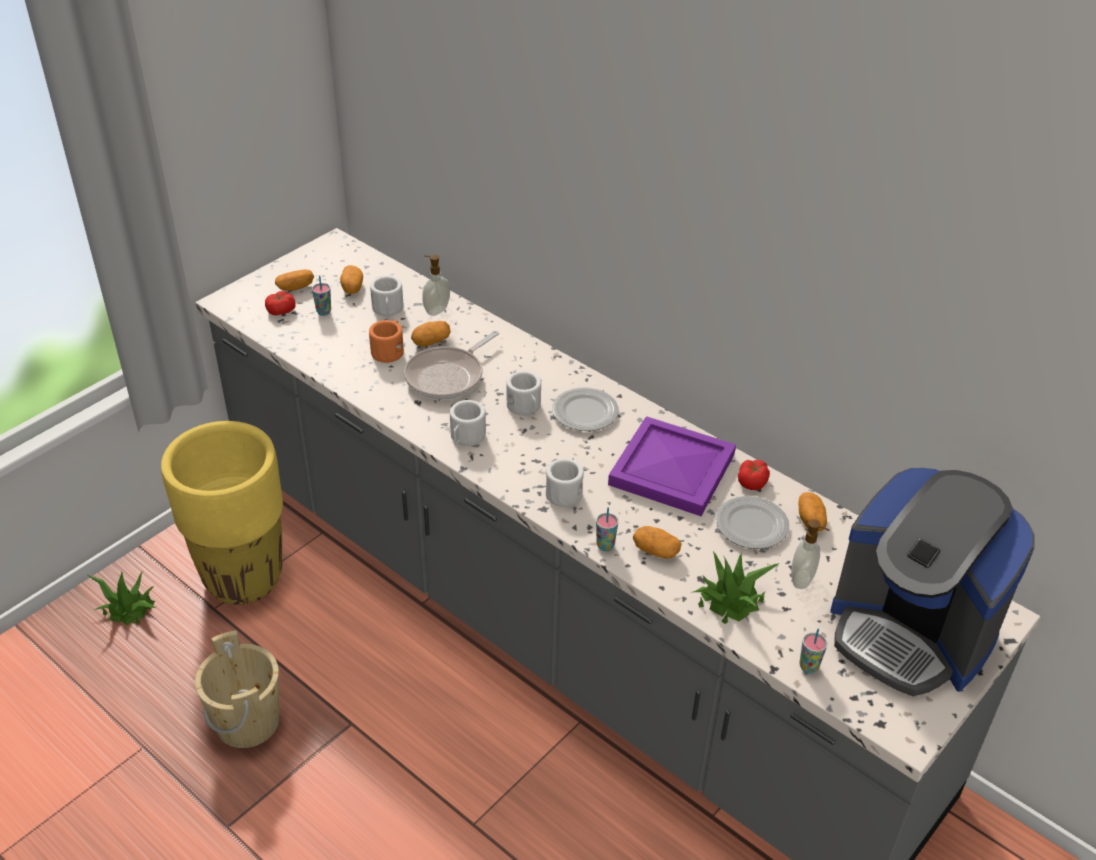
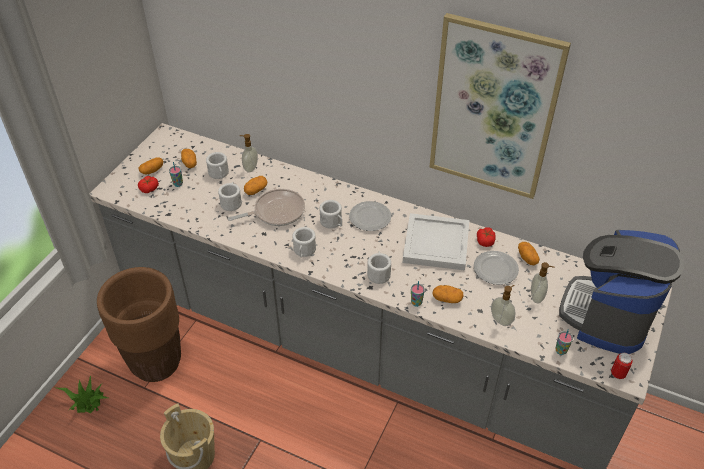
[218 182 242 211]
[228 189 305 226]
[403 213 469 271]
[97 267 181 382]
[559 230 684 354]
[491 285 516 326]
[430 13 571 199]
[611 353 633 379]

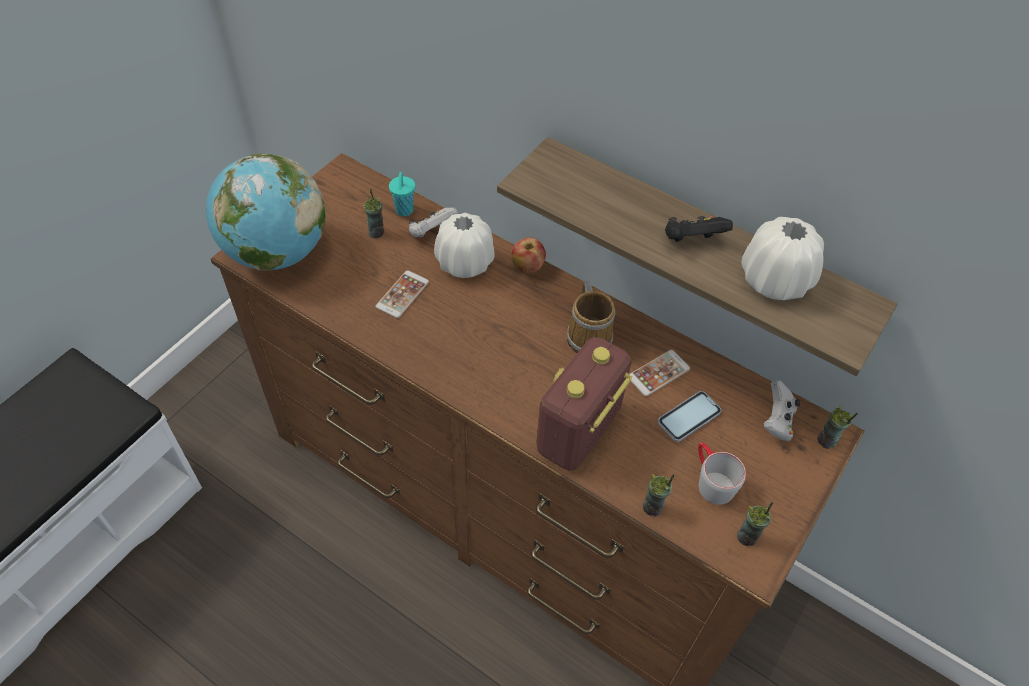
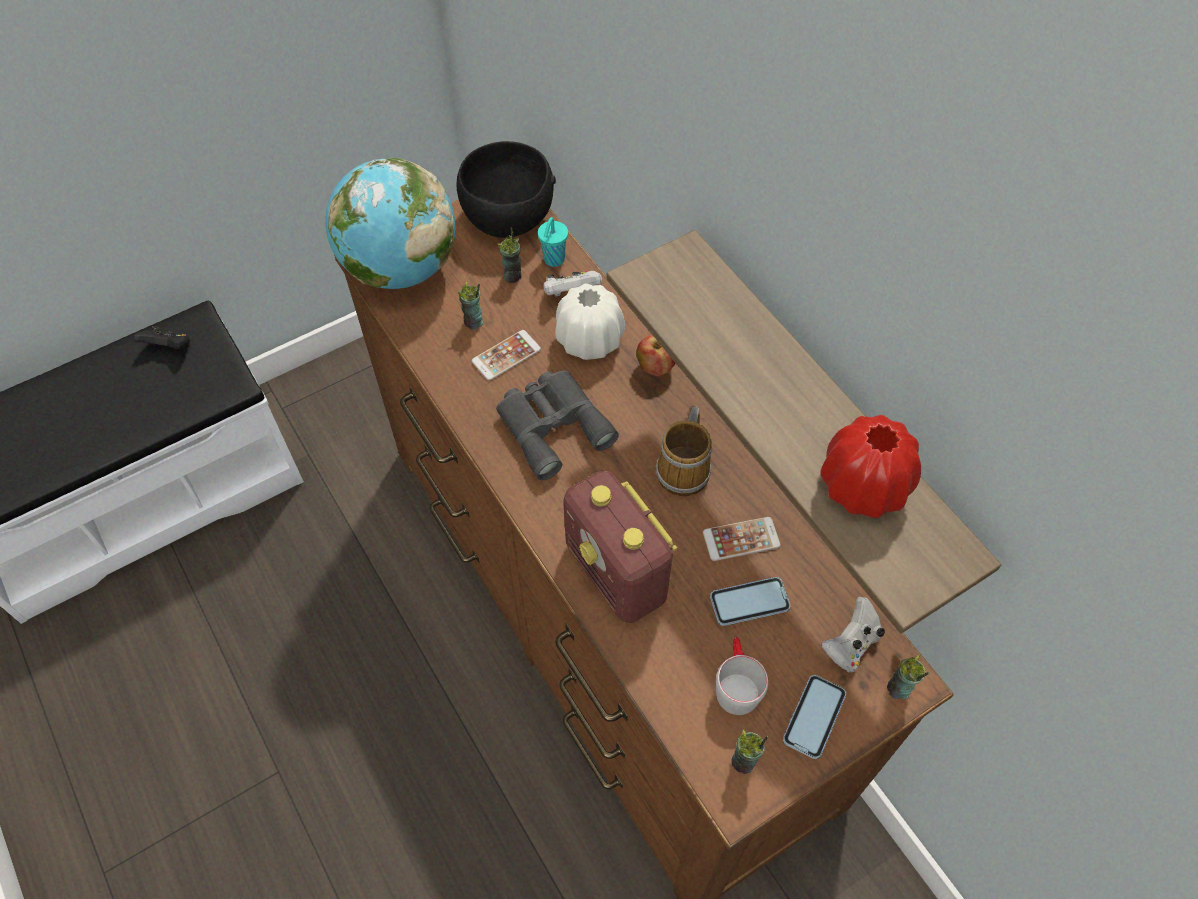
[134 326 191 350]
[821 415 921 518]
[563 470 678 623]
[457 281 484 330]
[456 141 556 238]
[496 370 619 480]
[783 675 846 759]

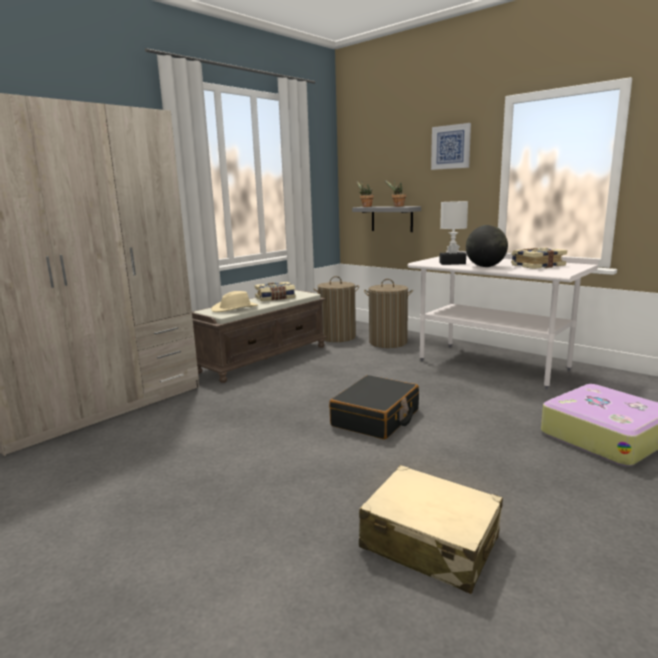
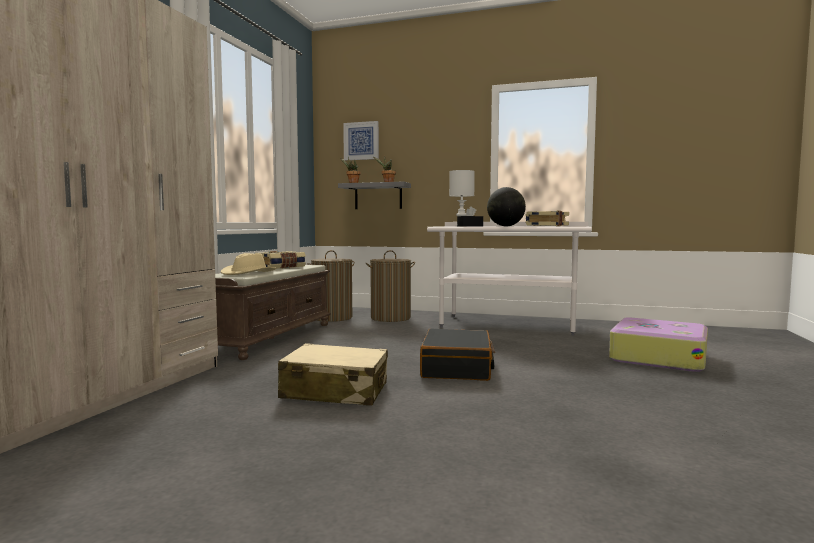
[343 121 379 160]
[278 343 388 406]

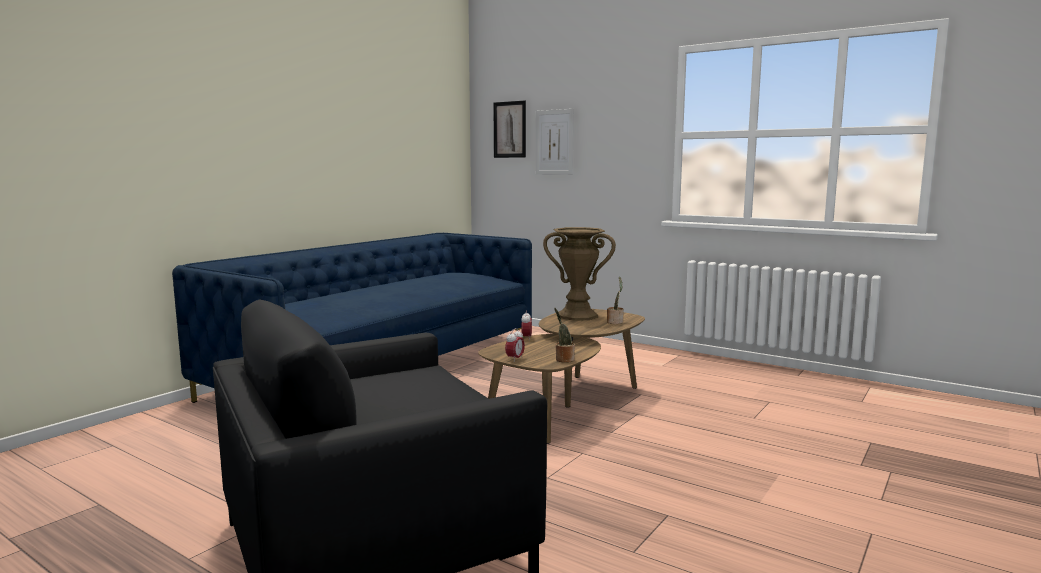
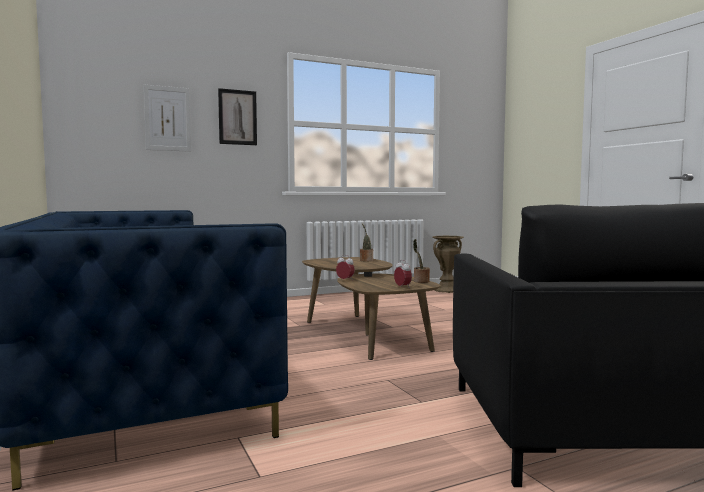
[218 88 257 145]
[432 236 464 293]

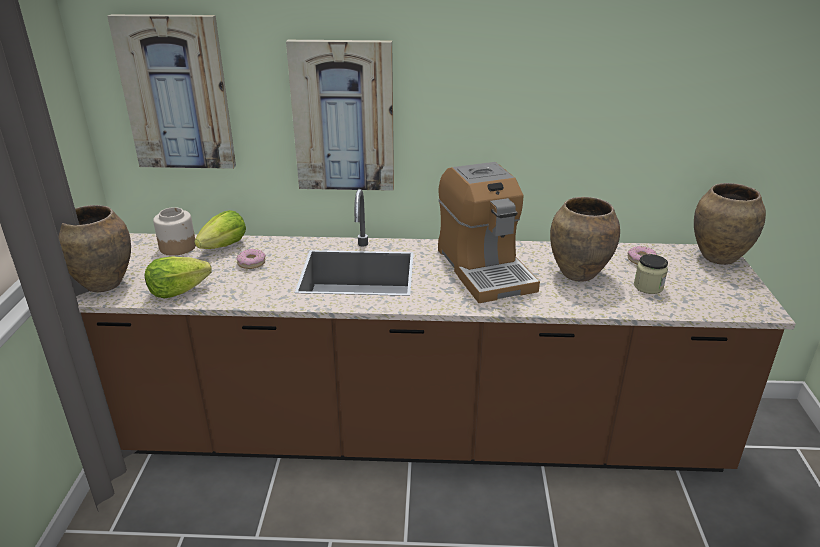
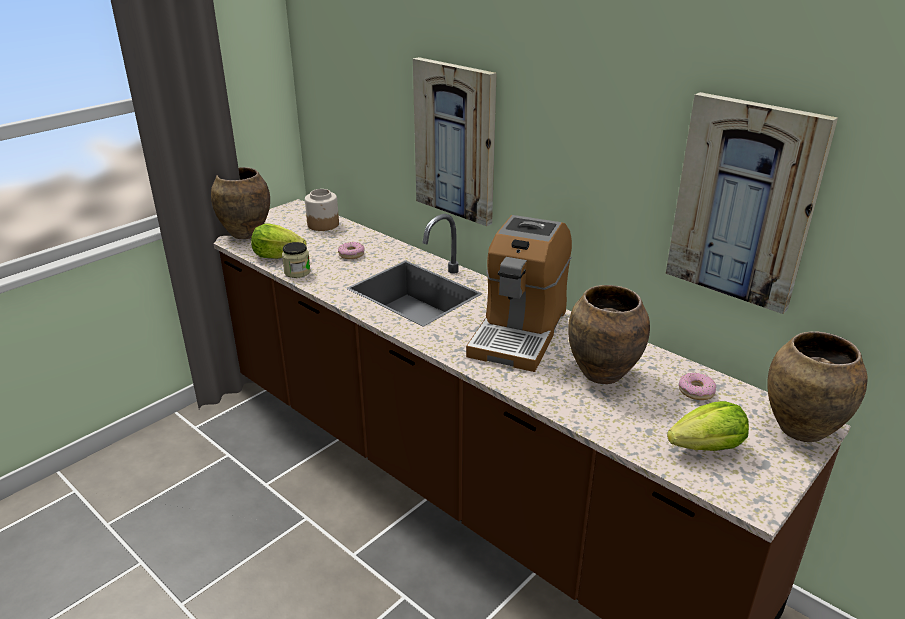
[666 92 838 314]
[667 401 749 451]
[282 242 311 278]

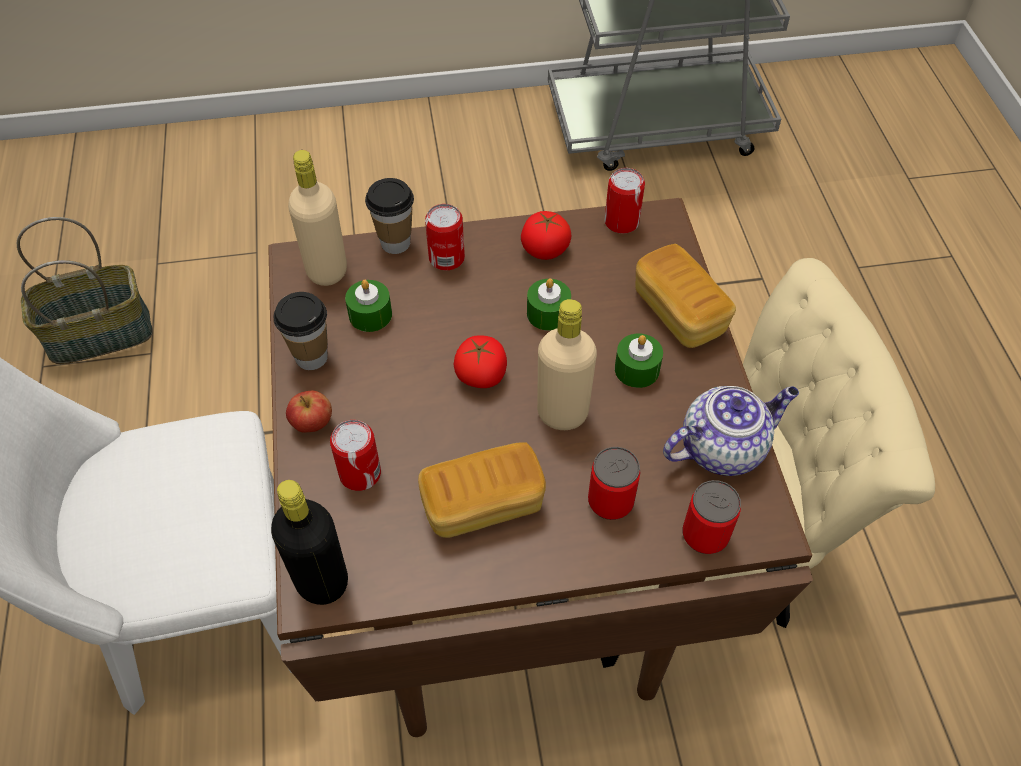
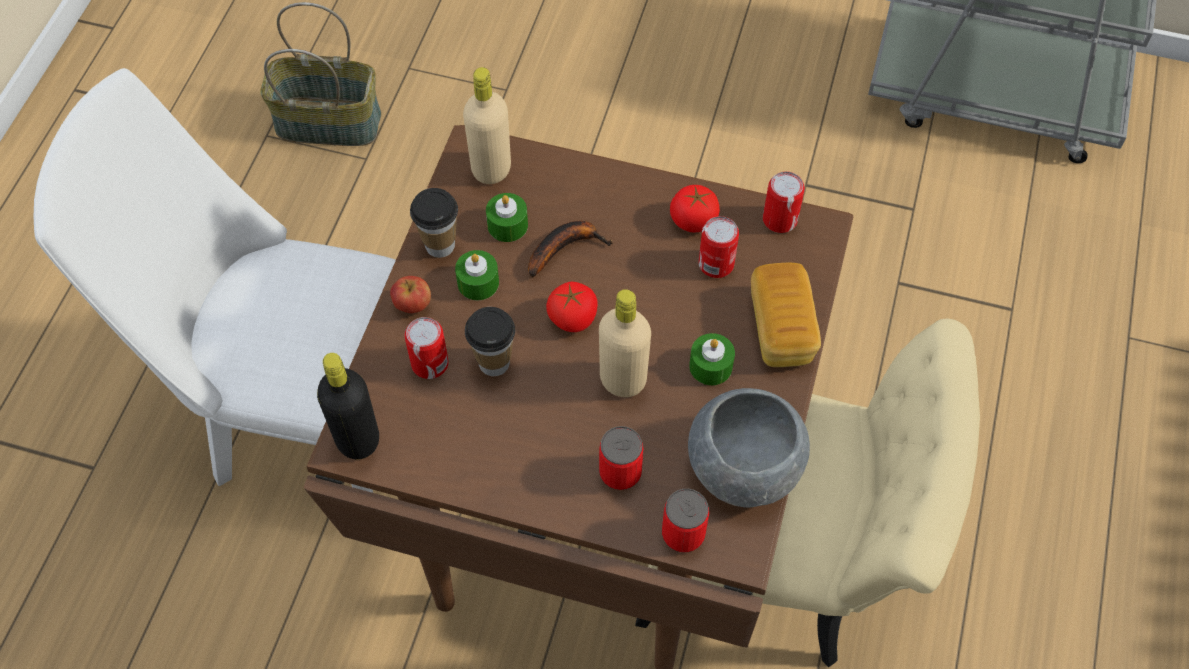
[465 307 515 376]
[698 216 739 278]
[455 250 499 301]
[688 388 810 508]
[418 442 546 538] (first image)
[528 221 613 278]

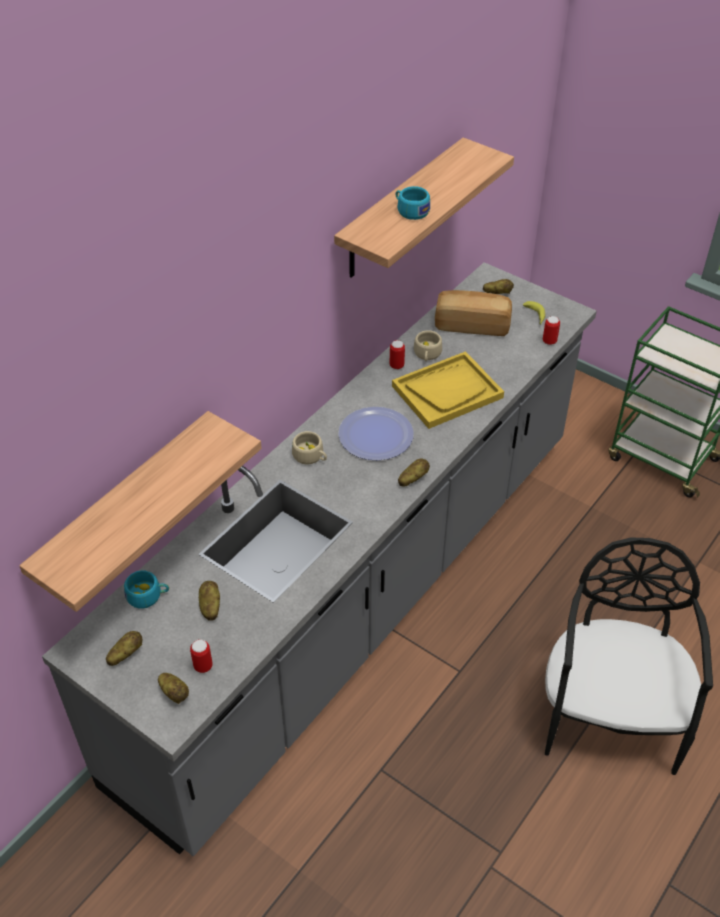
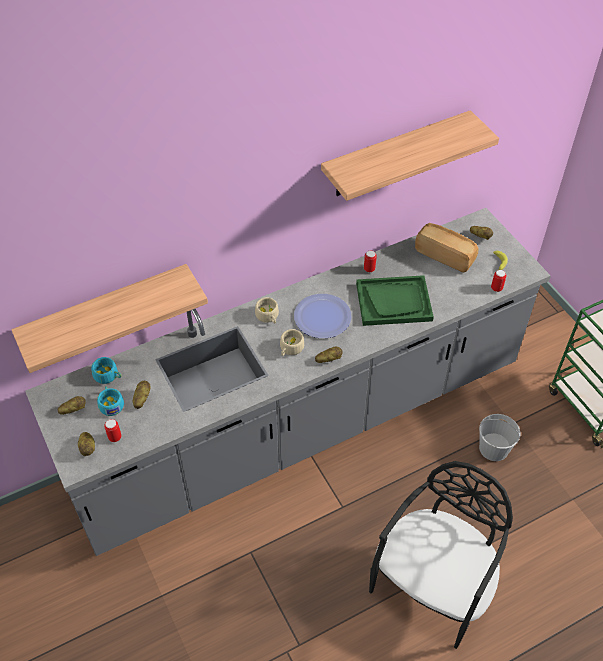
[97 386 124 416]
[280 329 304 356]
[356 275 434 326]
[479 414 521 461]

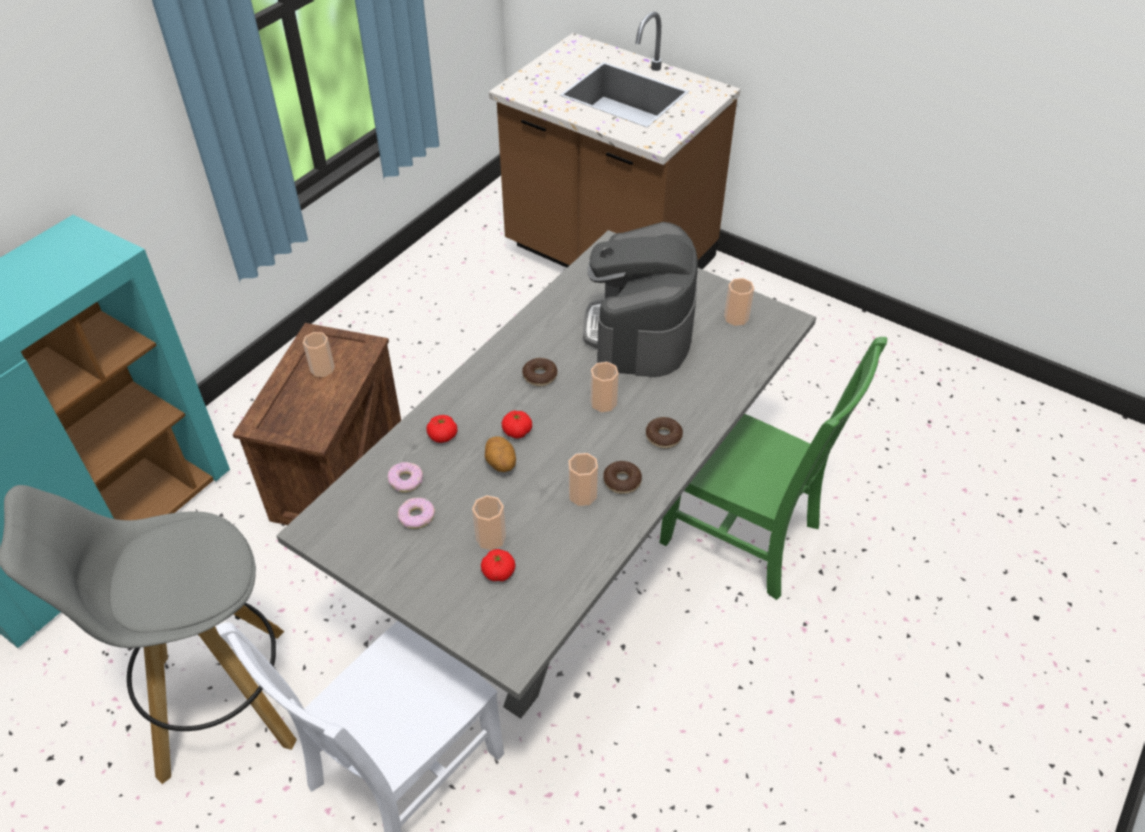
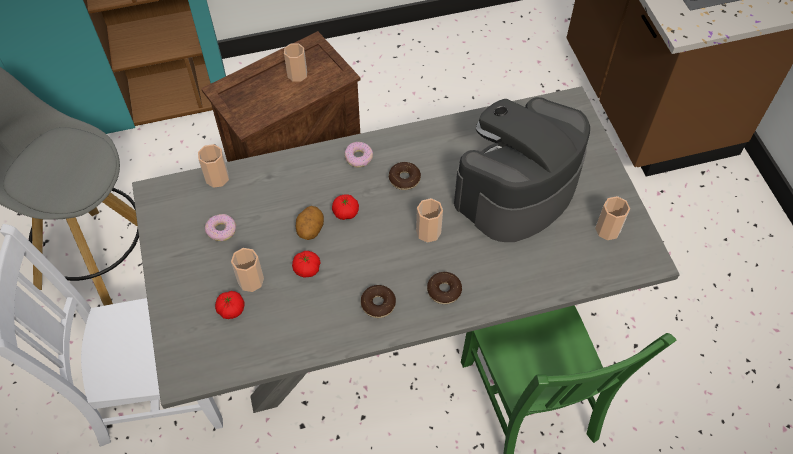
[292 251 321 278]
[198 144 229 188]
[345 142 373 167]

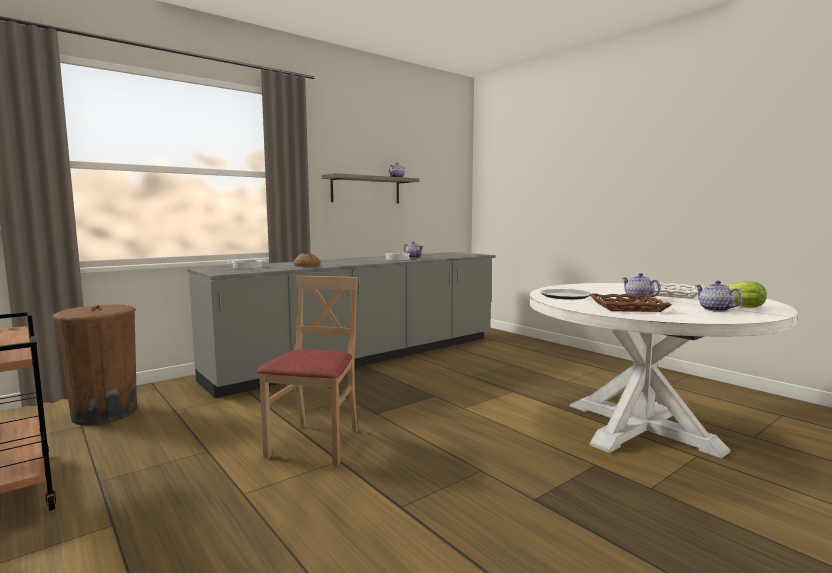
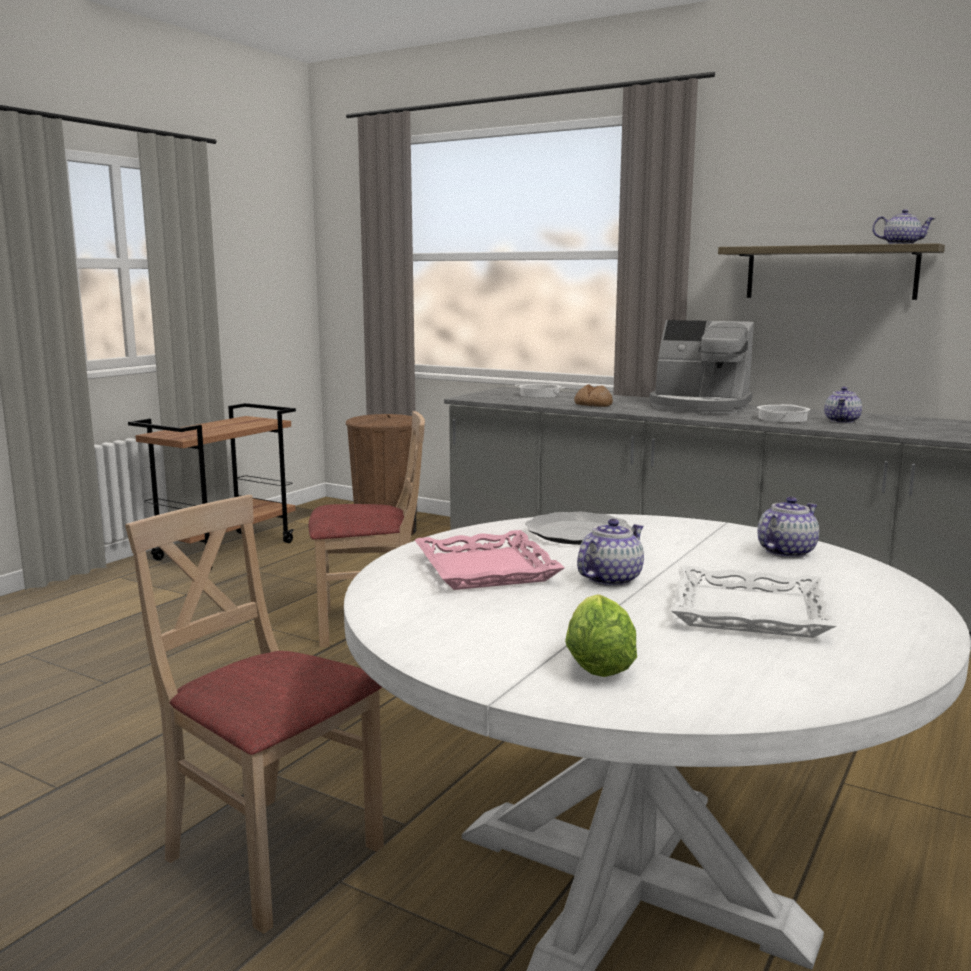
[758 497 819 558]
[415 530 565 590]
[649 320 754 414]
[125 495 384 934]

